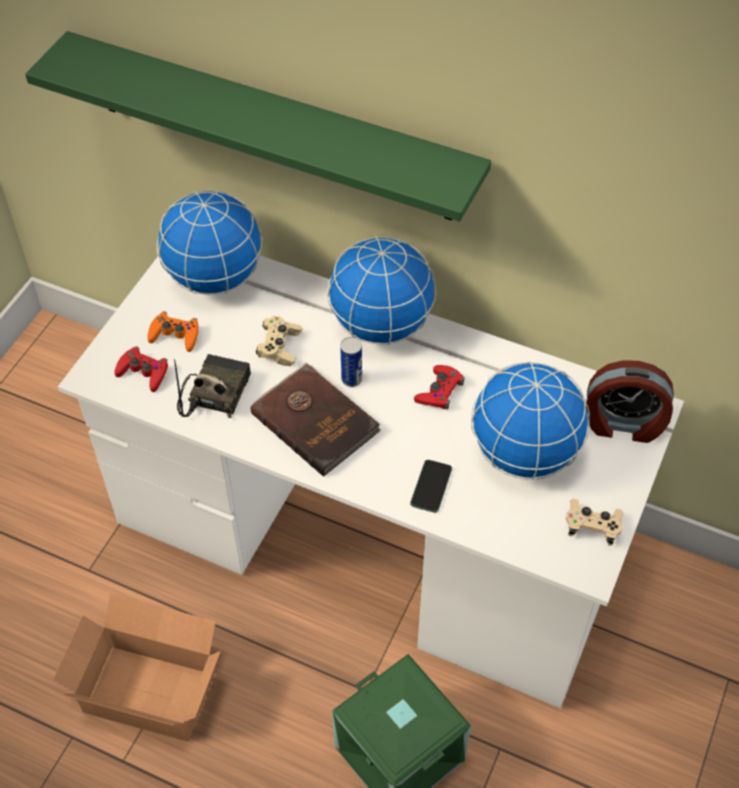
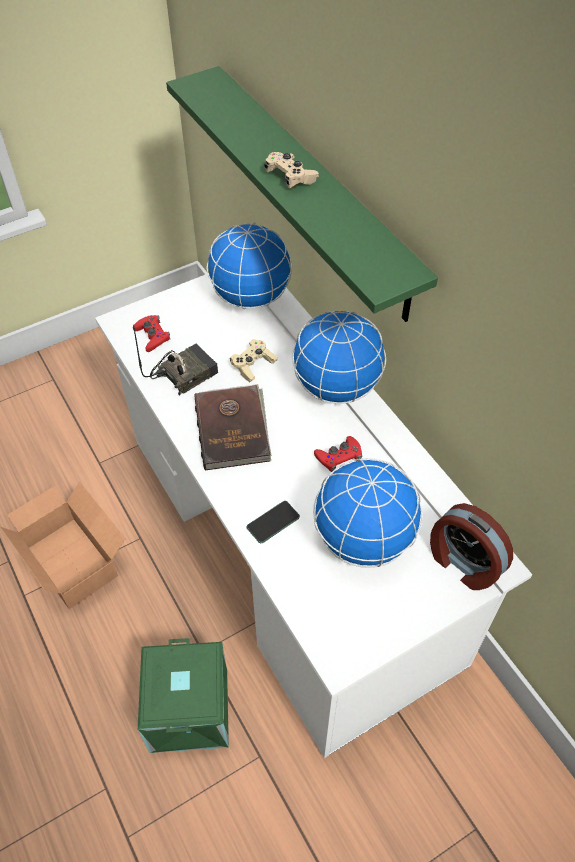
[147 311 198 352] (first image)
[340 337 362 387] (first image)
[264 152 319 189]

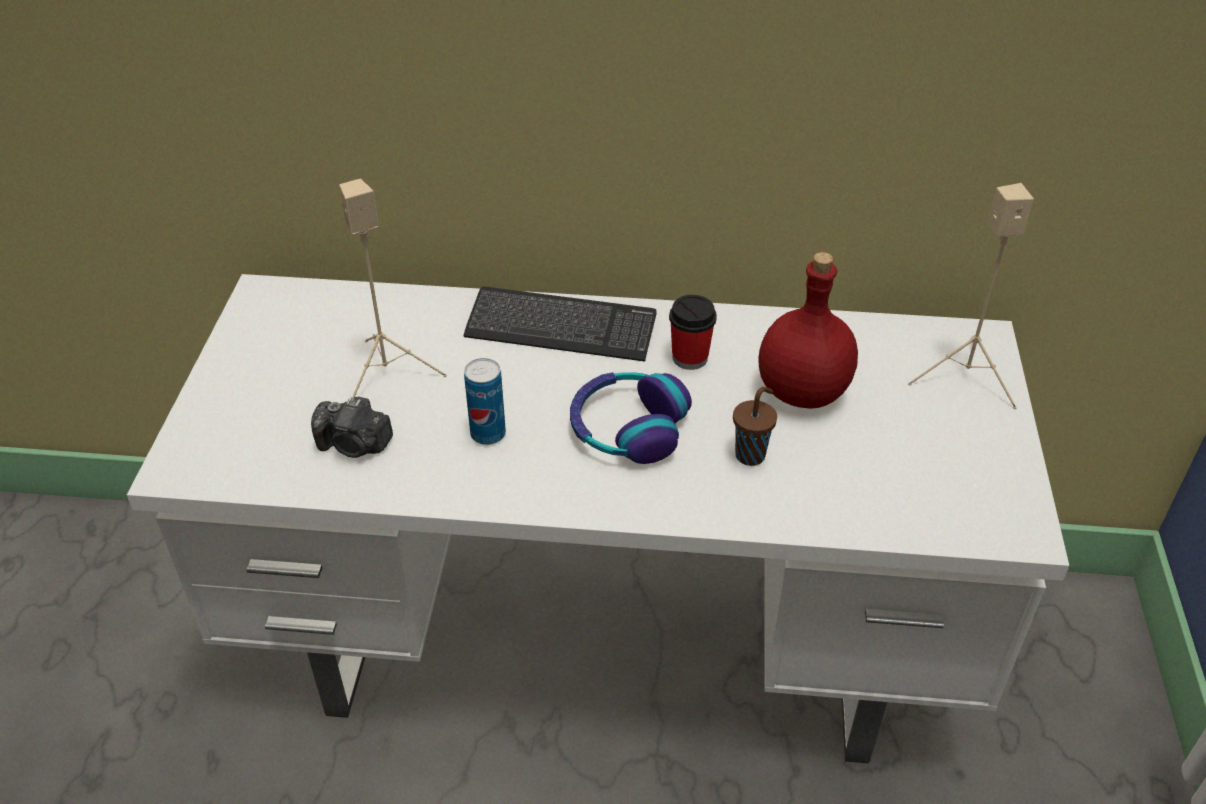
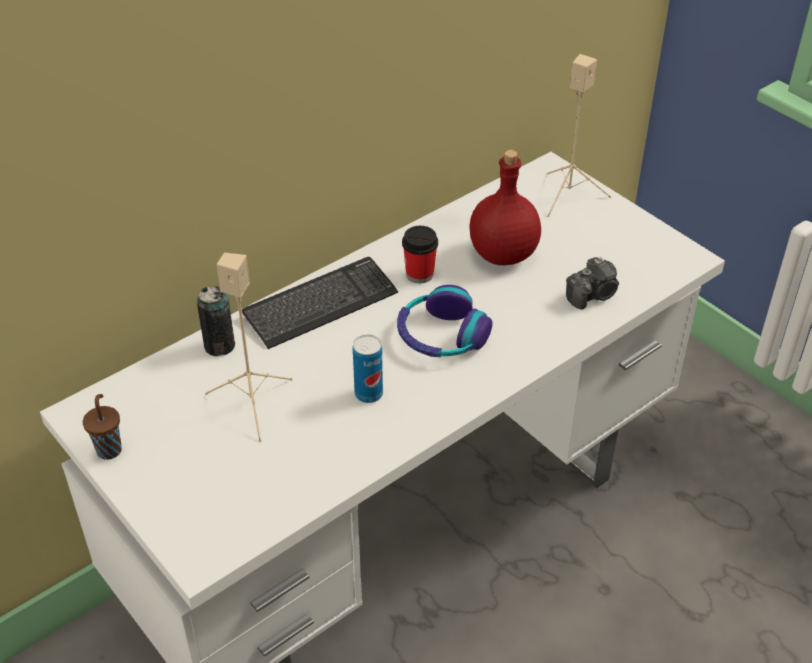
[83 394 122 460]
[566 257 619 309]
[197 286 235 356]

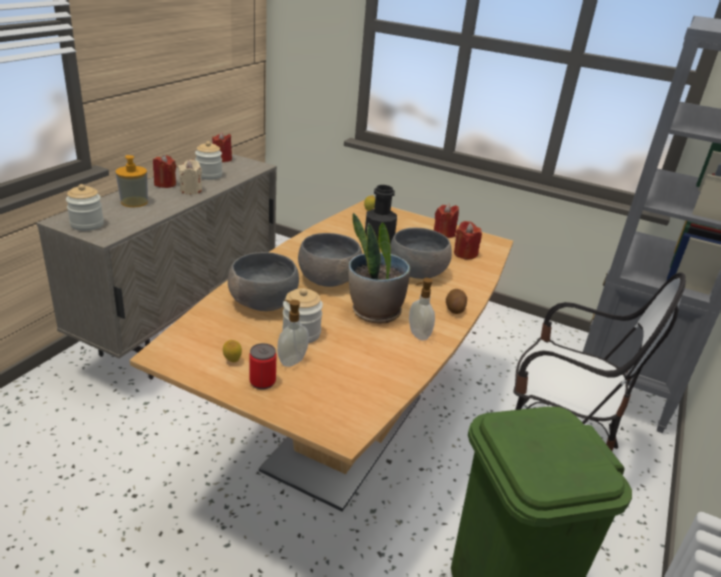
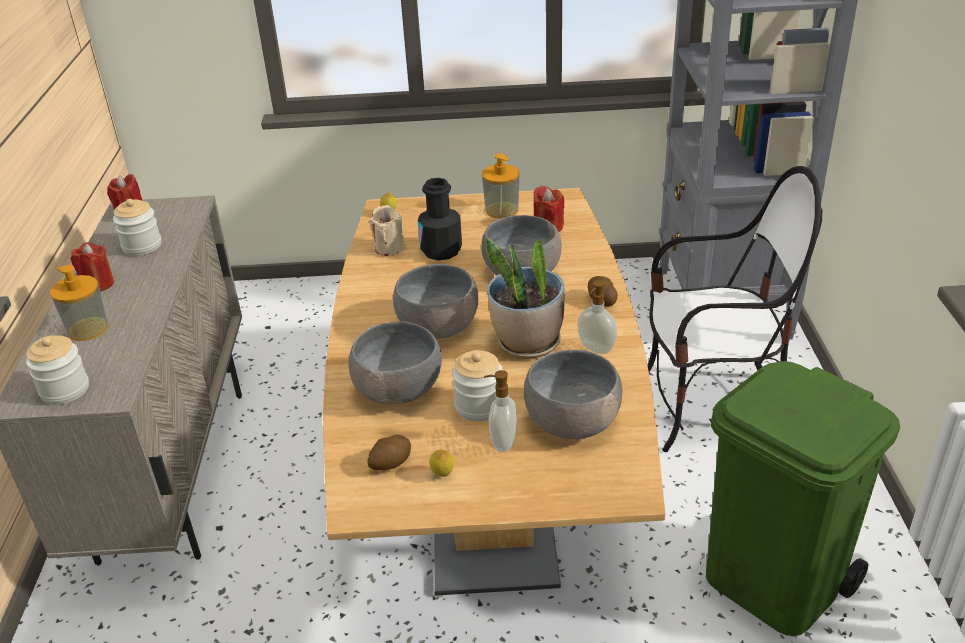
[369 205 406 256]
[482 153 520 219]
[249 343 276 390] (first image)
[524 350 622 439]
[367 435 411 470]

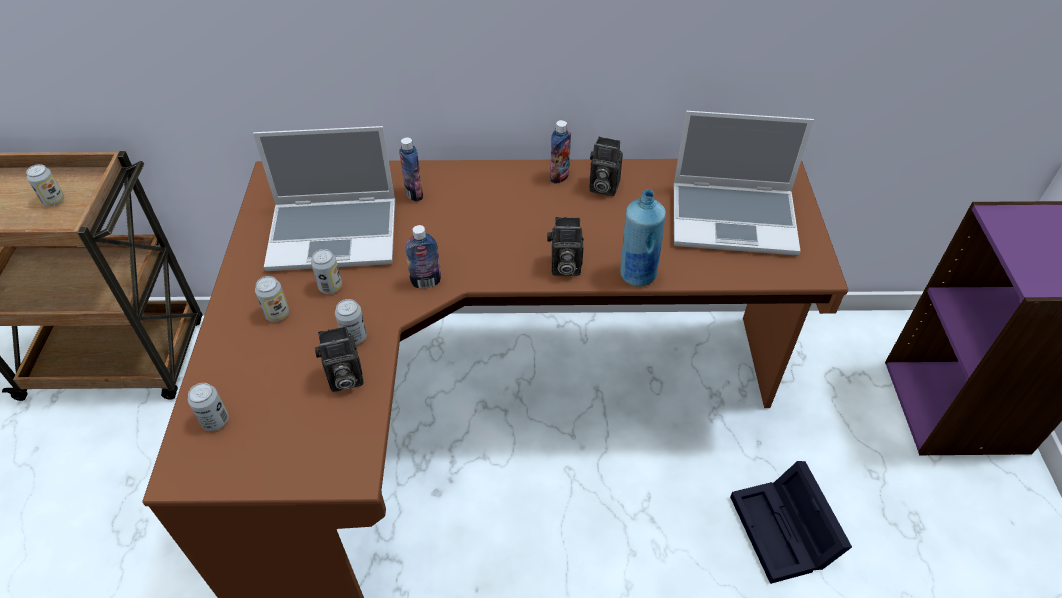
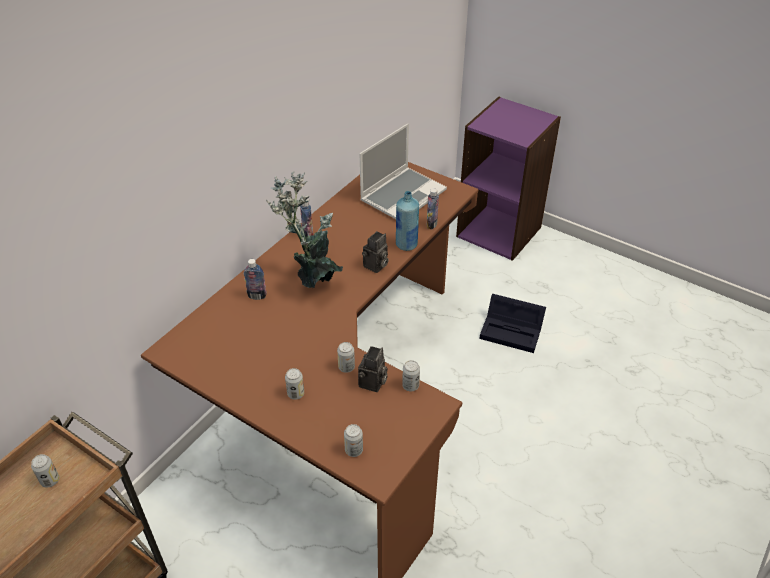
[253 126 395 271] (first image)
[589 137 623 196] (first image)
[427 188 439 229]
[402 360 420 391]
[266 172 343 288]

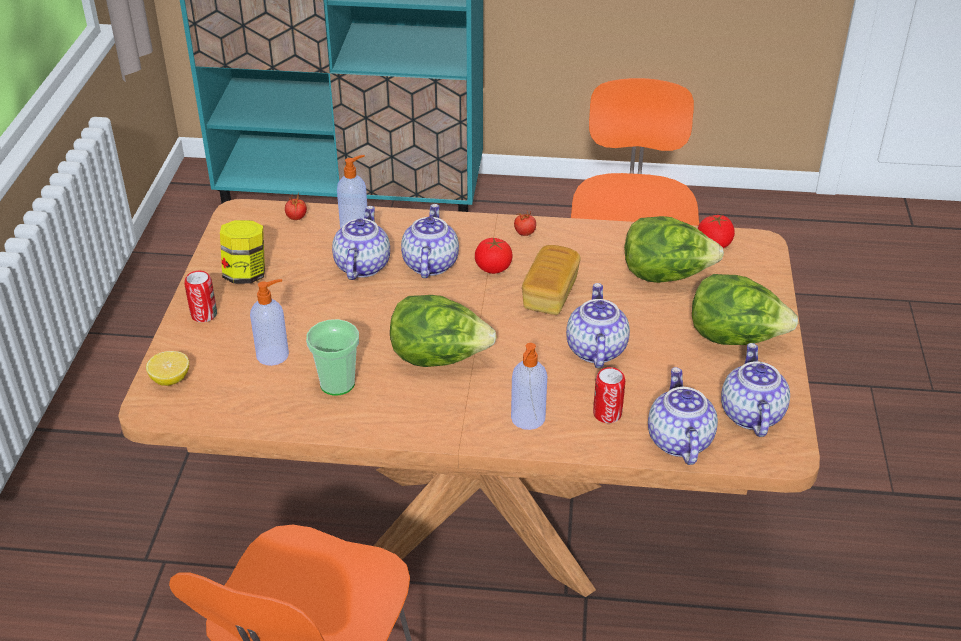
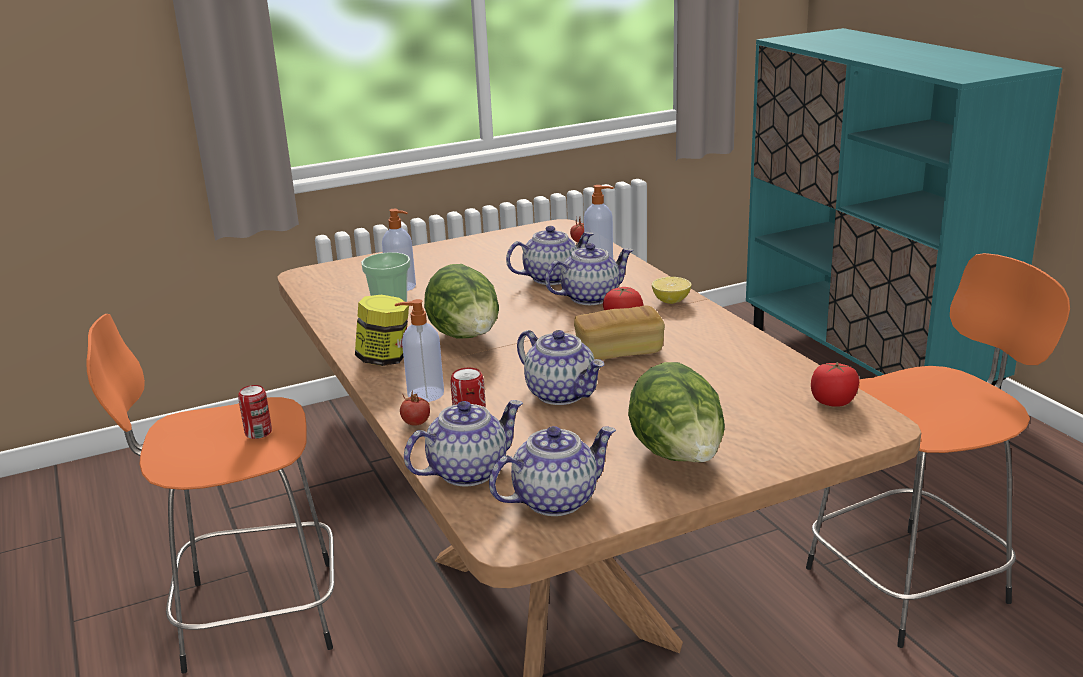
[400 390 430 426]
[624 216 724 283] (first image)
[355 295 409 366]
[238 385 272 439]
[517 330 604 405]
[652 277 692 304]

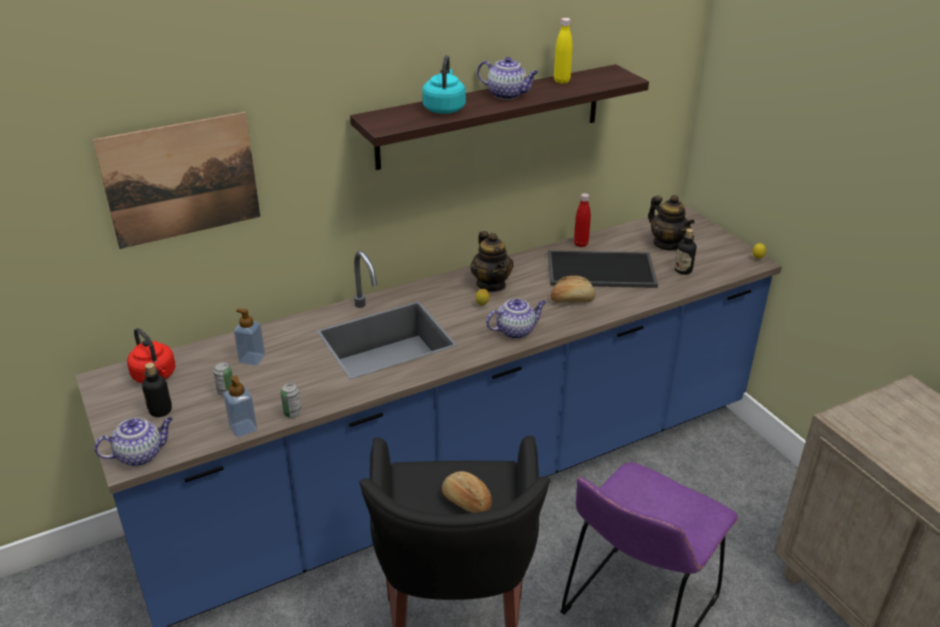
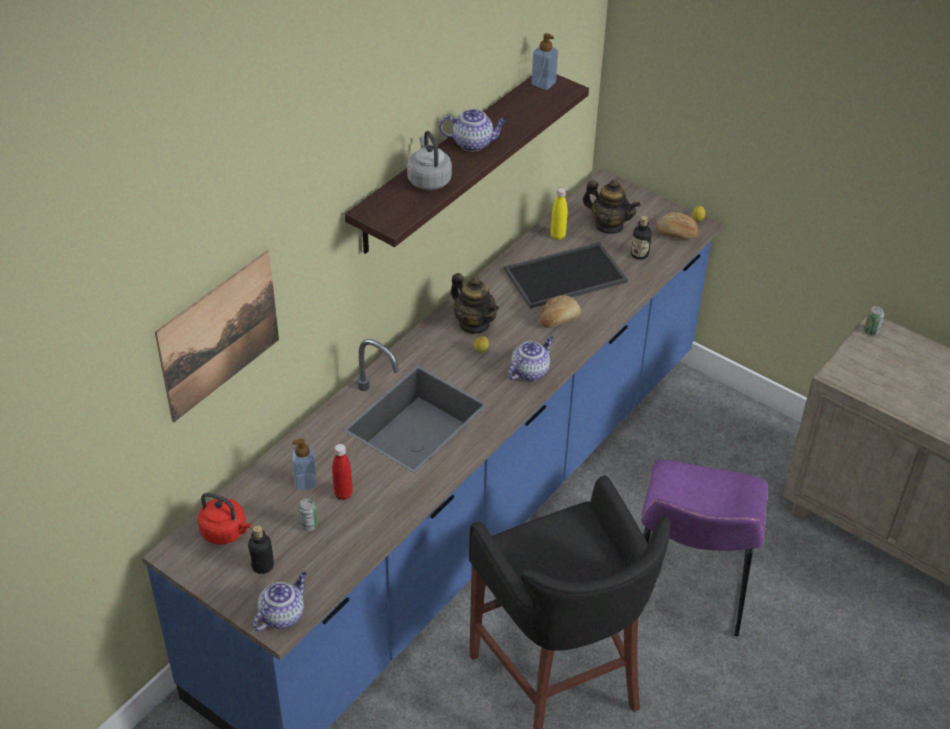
[551 188 567 240]
[407 131 452 190]
[332 444 353 500]
[531 33 558 90]
[864 306 884 335]
[656 212 699 239]

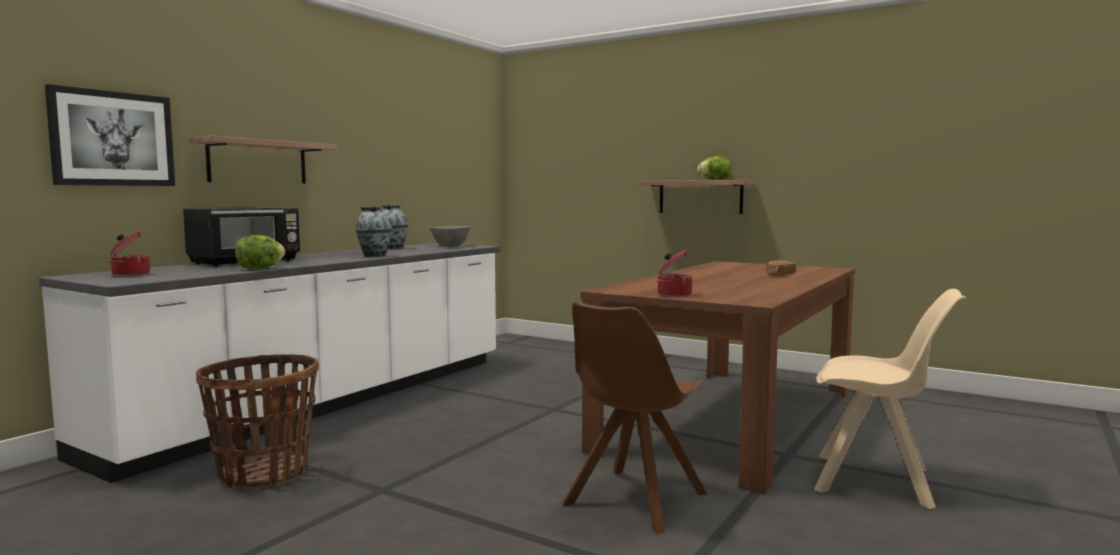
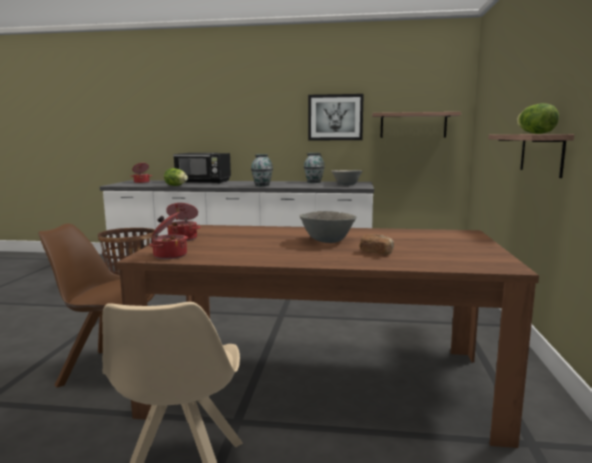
[308 94 364 140]
[372 112 461 138]
[300 211 356 243]
[149 212 188 259]

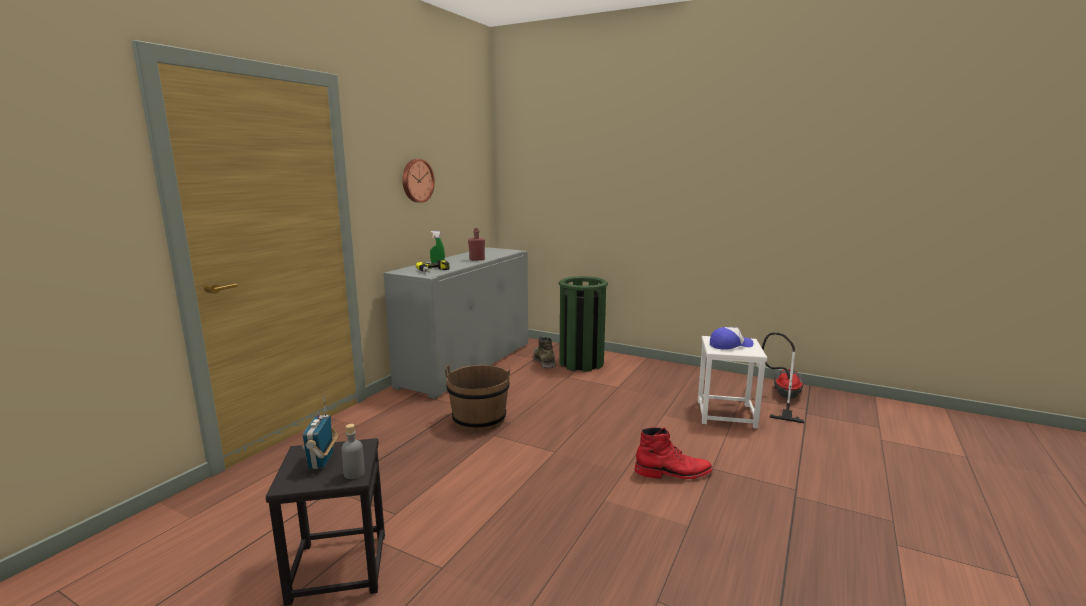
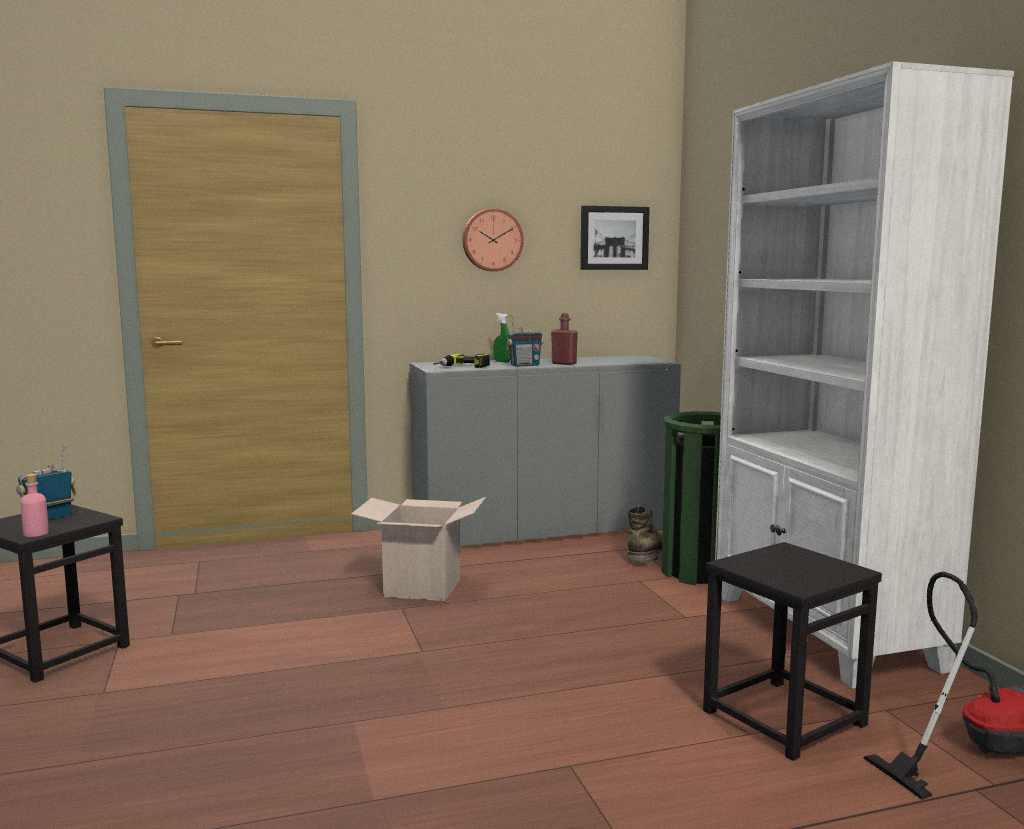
[710 327 754 350] (first image)
[703 542 882 761]
[351 497 486 601]
[20 474 49 537]
[635 427 713 479] (first image)
[715 61 1014 689]
[580 206 650 270]
[506 315 544 367]

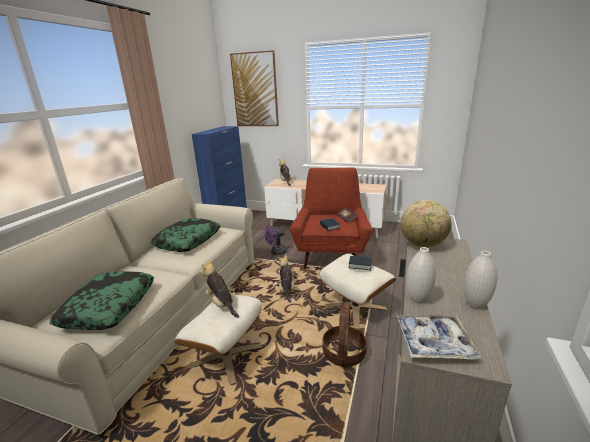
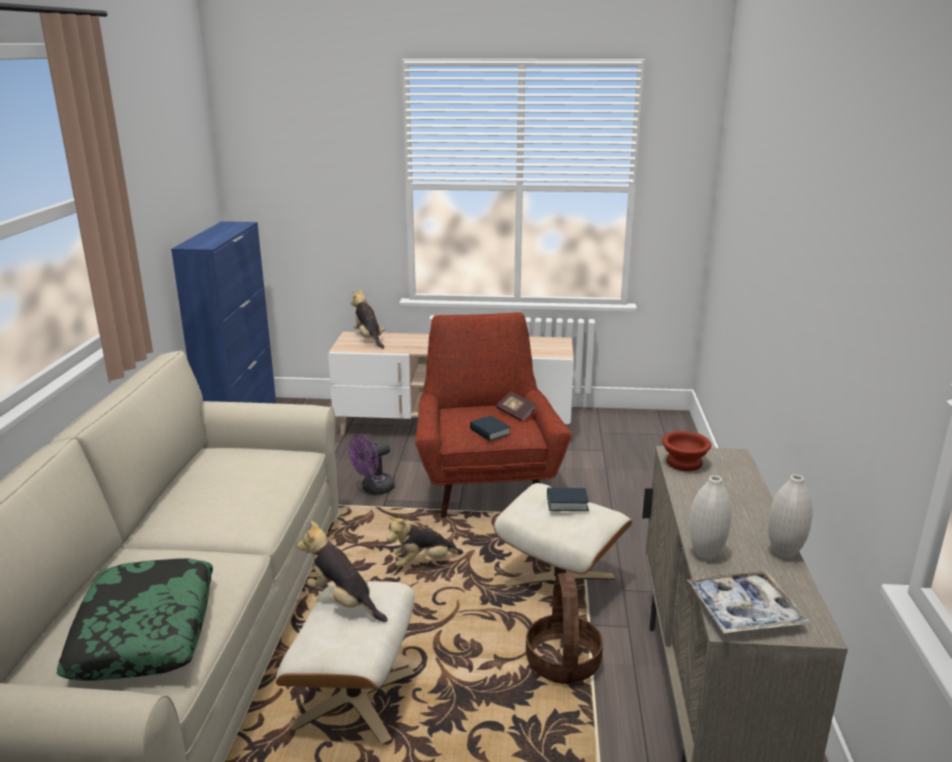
[230 50 279 126] (first image)
[662 431 711 471]
[150 218 220 252] (first image)
[387 516 463 567]

